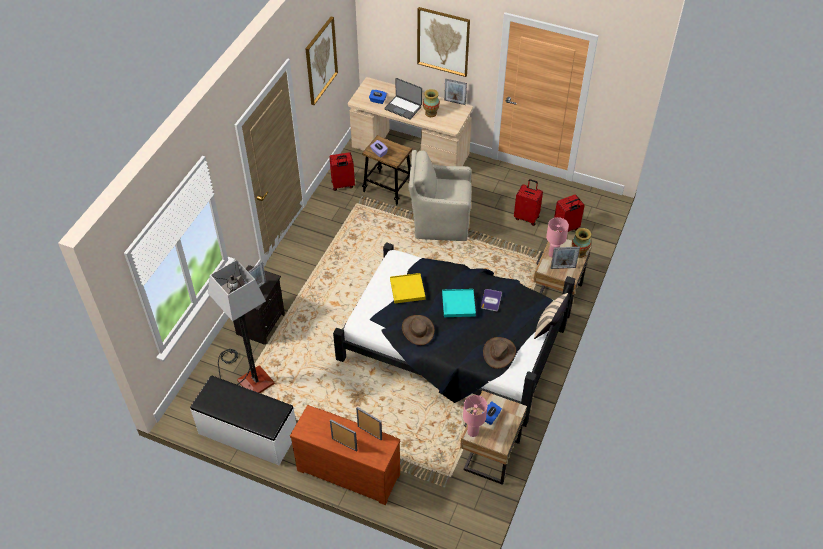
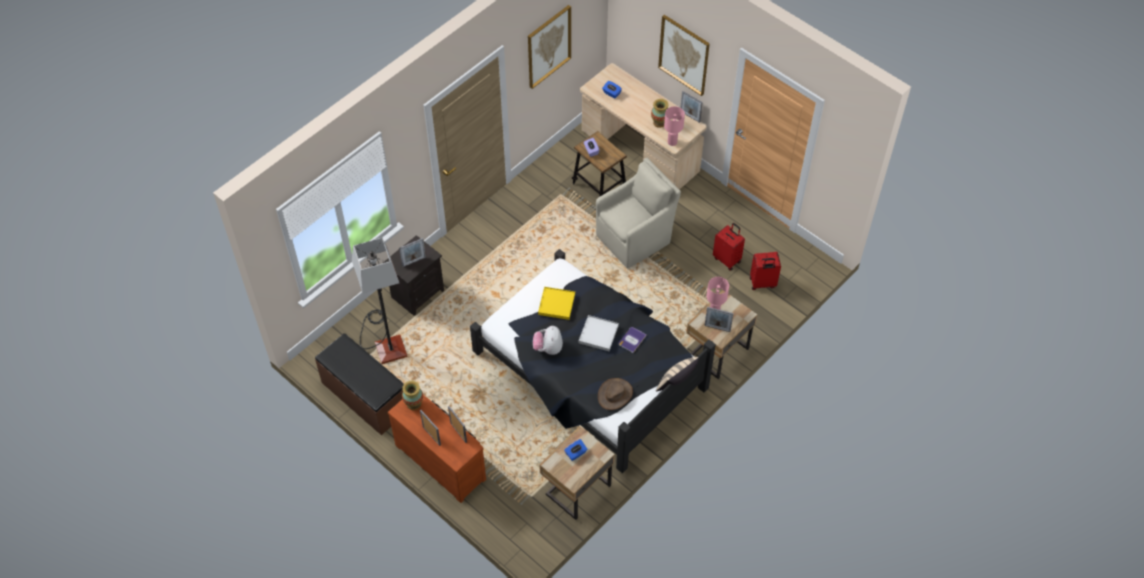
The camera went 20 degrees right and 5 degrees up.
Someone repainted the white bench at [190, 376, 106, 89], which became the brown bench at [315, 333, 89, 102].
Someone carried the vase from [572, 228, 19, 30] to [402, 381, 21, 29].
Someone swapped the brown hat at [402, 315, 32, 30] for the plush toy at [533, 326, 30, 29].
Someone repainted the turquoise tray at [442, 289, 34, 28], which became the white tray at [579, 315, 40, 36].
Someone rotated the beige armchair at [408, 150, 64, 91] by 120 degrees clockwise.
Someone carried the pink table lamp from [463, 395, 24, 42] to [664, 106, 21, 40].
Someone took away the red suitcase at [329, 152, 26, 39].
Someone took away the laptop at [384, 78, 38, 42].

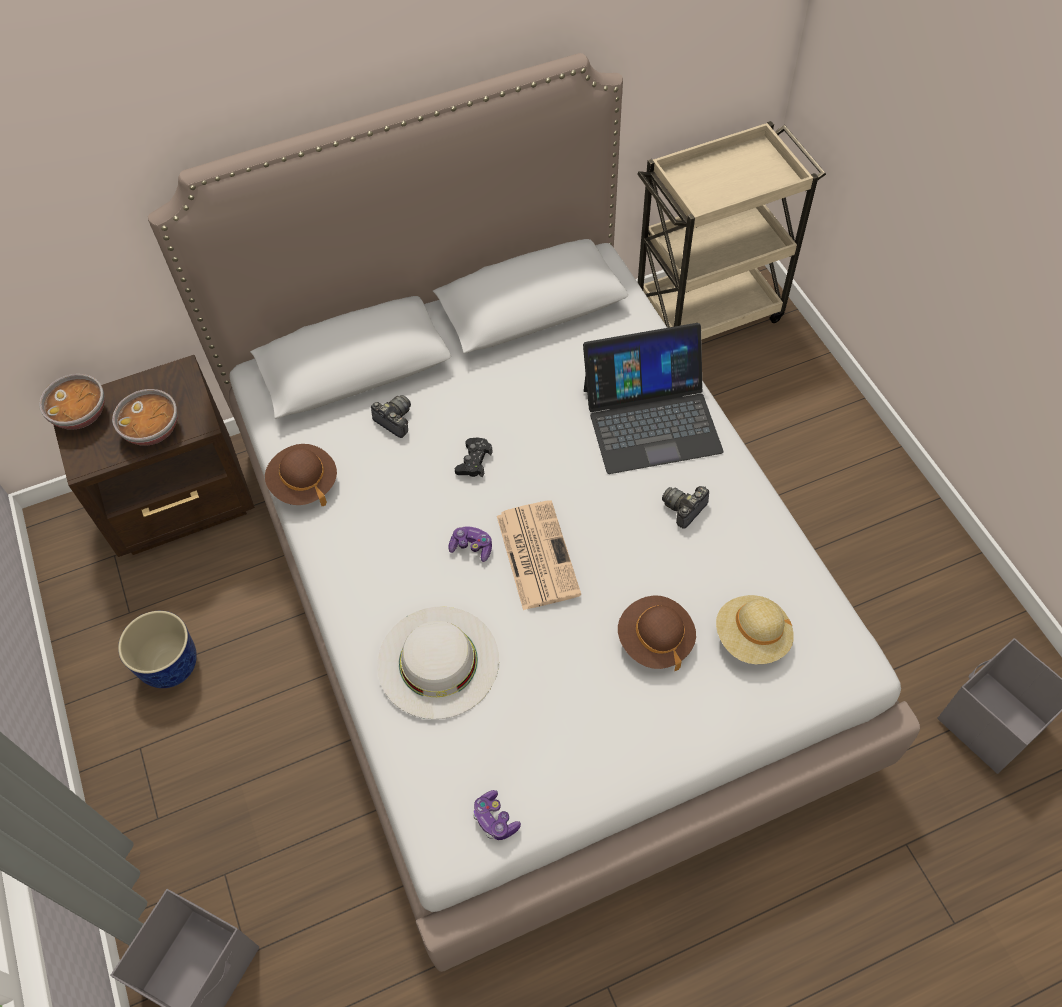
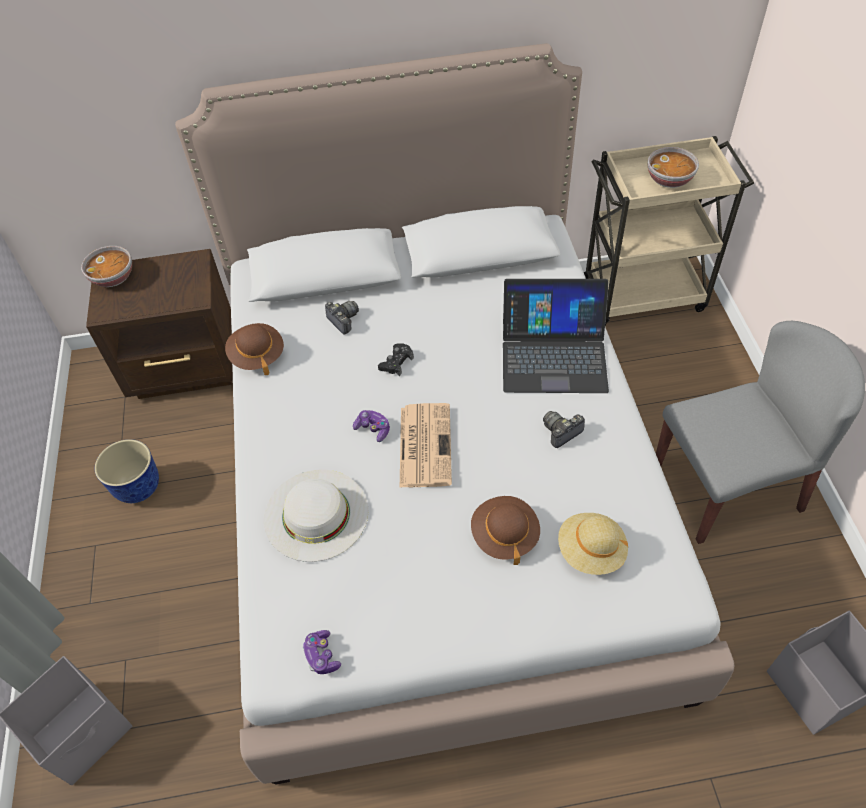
The camera went 15 degrees right and 5 degrees down.
Someone carried the bowl from [112, 389, 66, 57] to [647, 147, 52, 41].
Someone put down the grey chair at [656, 321, 209, 223].

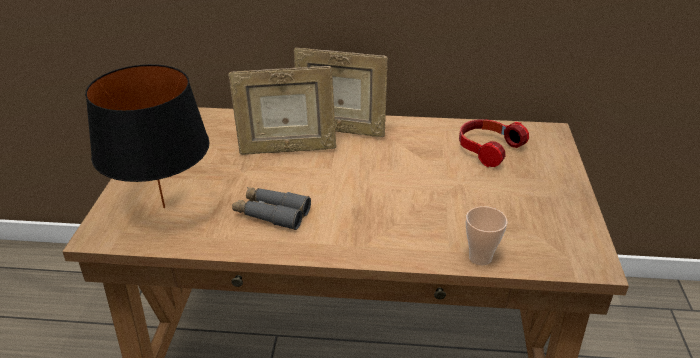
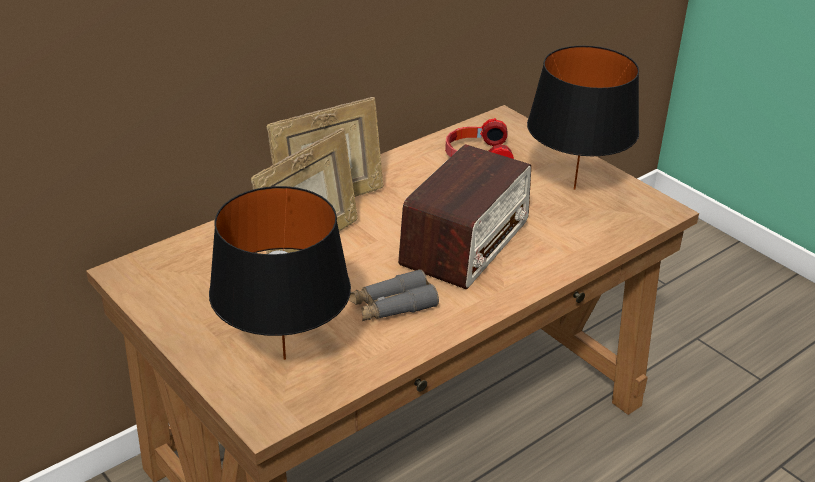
The camera went 45 degrees left and 0 degrees up.
Someone put down the radio at [398, 144, 133, 145].
Someone put down the black table lamp at [527, 46, 112, 144].
Someone took away the cup at [466, 206, 42, 59].

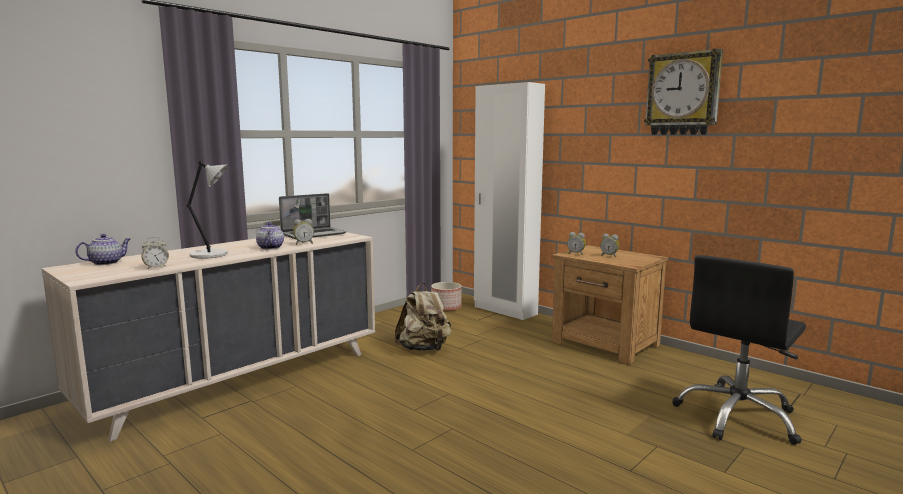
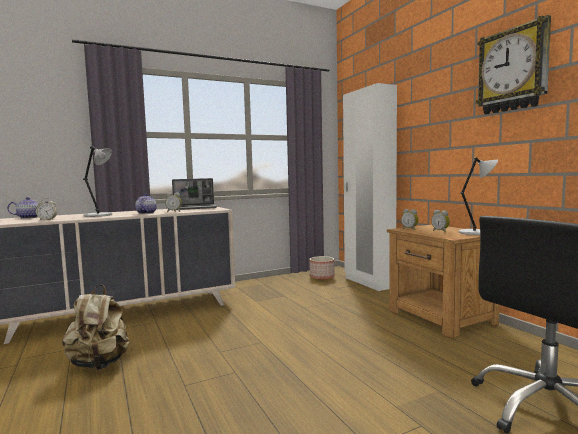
The camera went 20 degrees right and 5 degrees down.
Someone carried the beige backpack from [395, 283, 56, 68] to [62, 285, 68, 85].
Someone put down the grey table lamp at [459, 158, 39, 77].

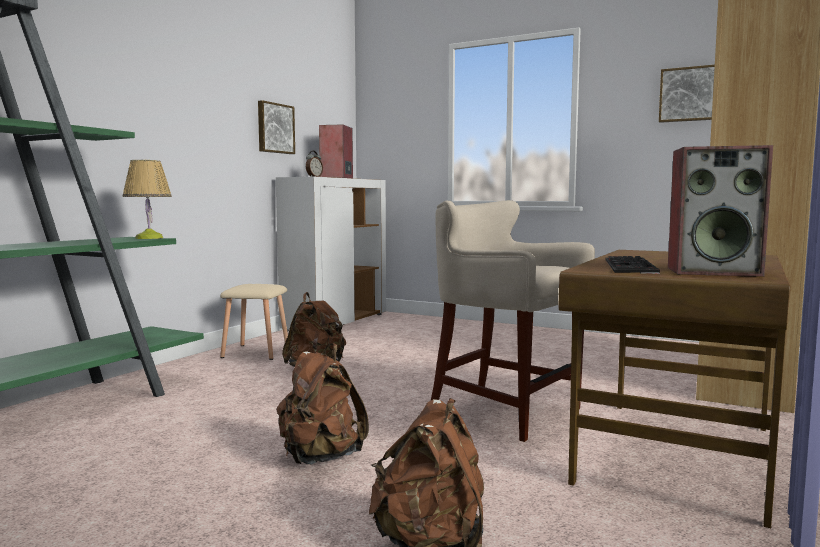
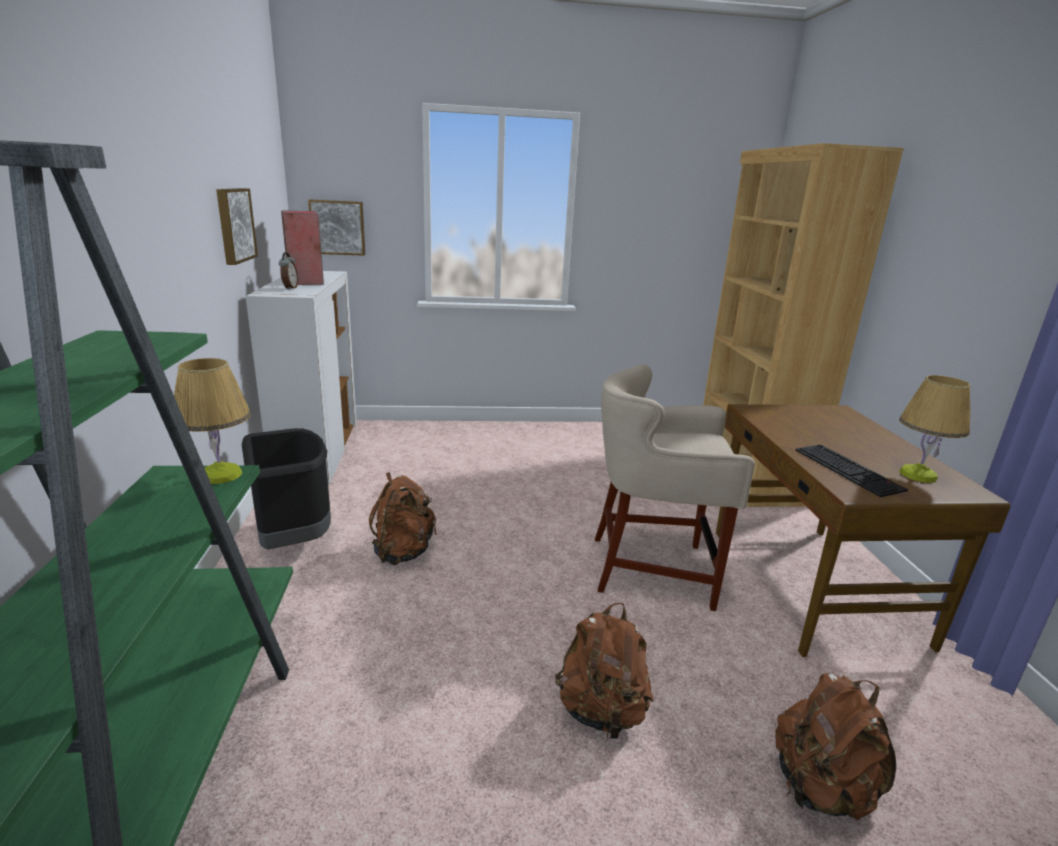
The camera went 35 degrees left and 15 degrees up.
Someone swapped the beige stool at [220, 284, 68, 76] for the black trash can at [242, 428, 89, 121].
Someone carried the picture from [659, 65, 56, 58] to [308, 200, 57, 56].
Someone swapped the speaker at [668, 145, 105, 132] for the table lamp at [899, 375, 72, 108].

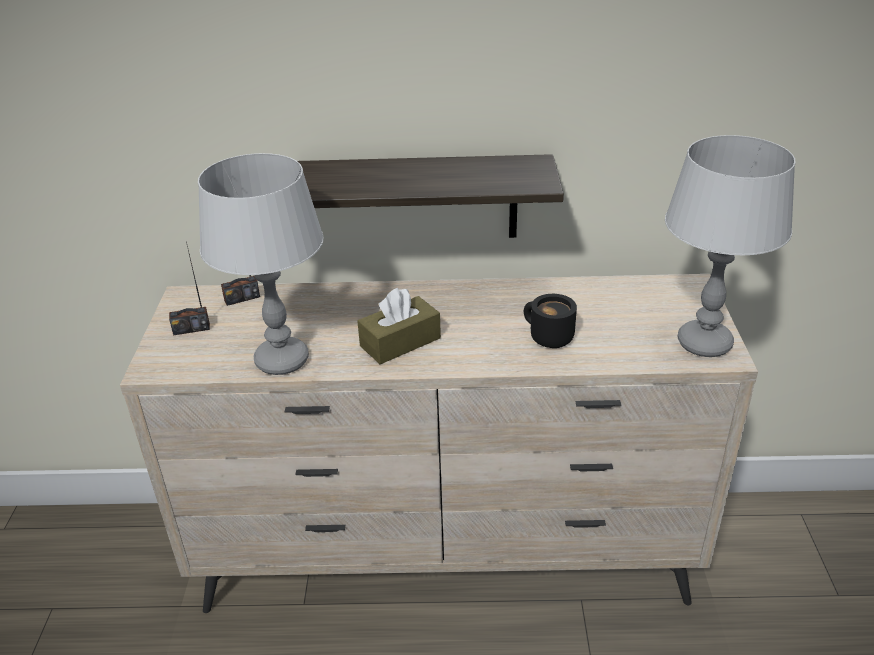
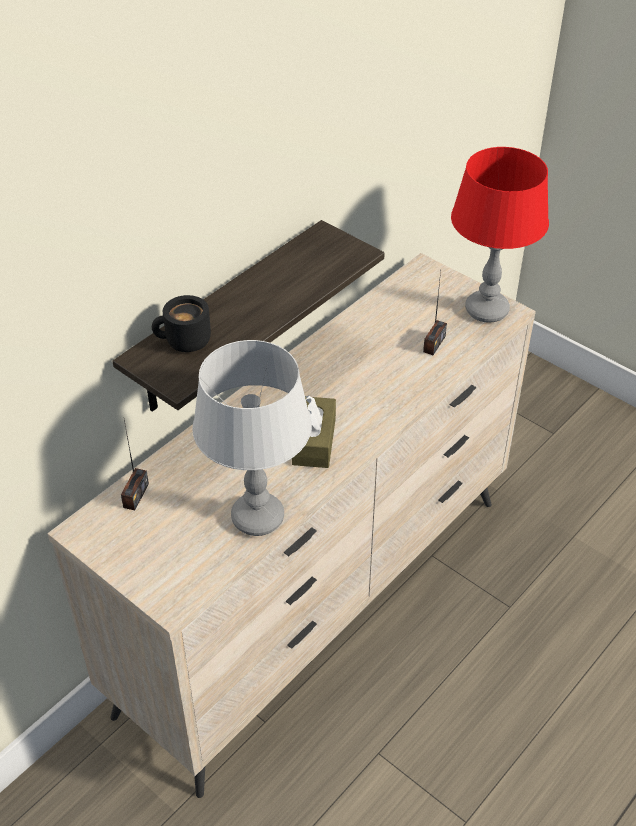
The camera went 50 degrees left and 10 degrees up.
Someone carried the black mug from [524, 294, 53, 54] to [152, 295, 59, 57].
Someone carried the radio from [169, 242, 41, 94] to [423, 271, 24, 84].
Someone repainted the grey table lamp at [665, 135, 131, 222], which became the red table lamp at [451, 147, 98, 176].

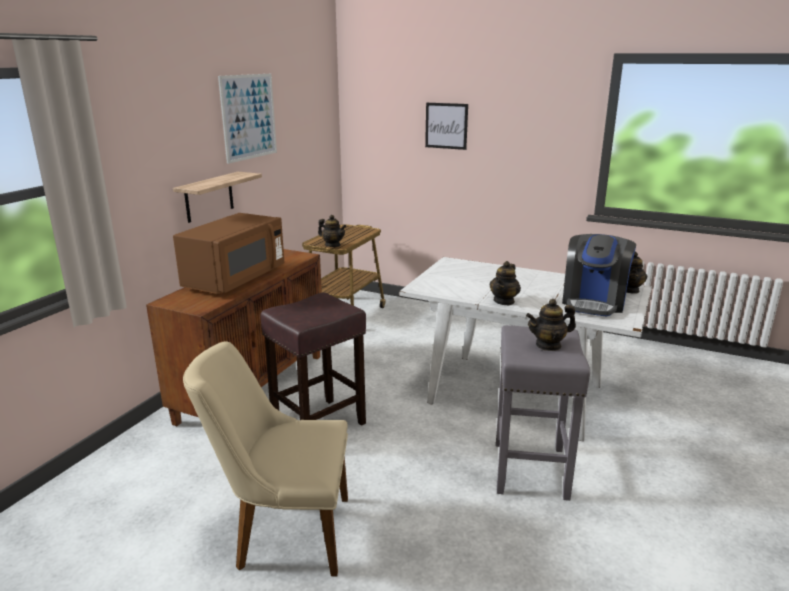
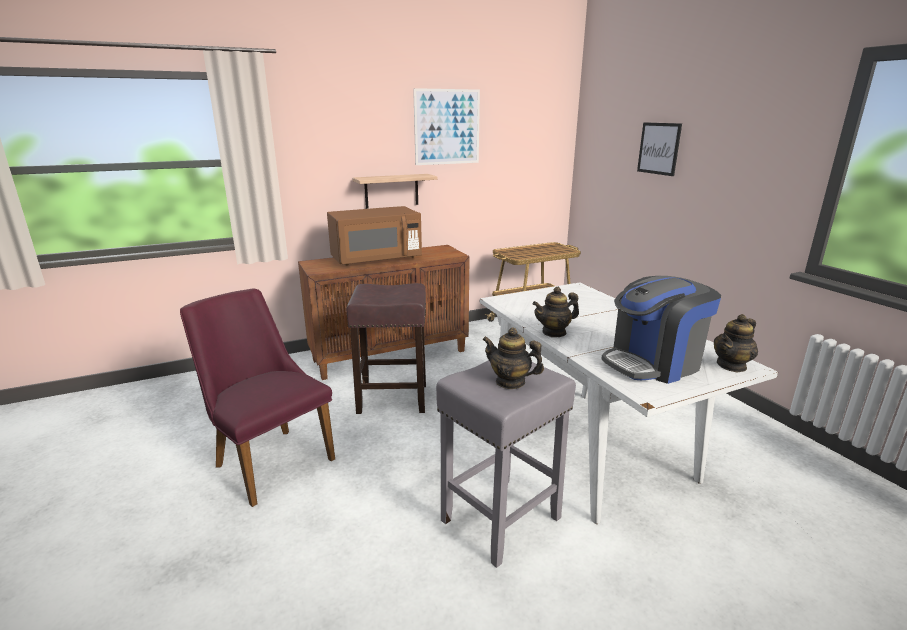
The camera went 40 degrees right and 0 degrees up.
Someone repainted the beige chair at [183, 341, 165, 235], which became the purple chair at [180, 289, 155, 218].
Someone took away the teapot at [318, 215, 28, 32].

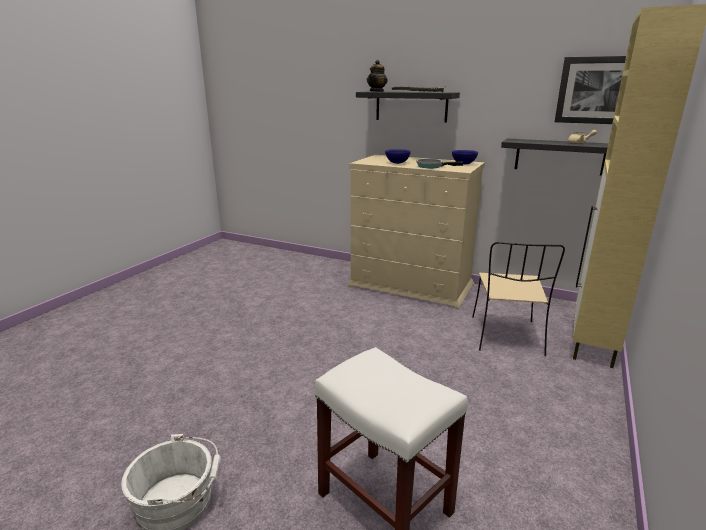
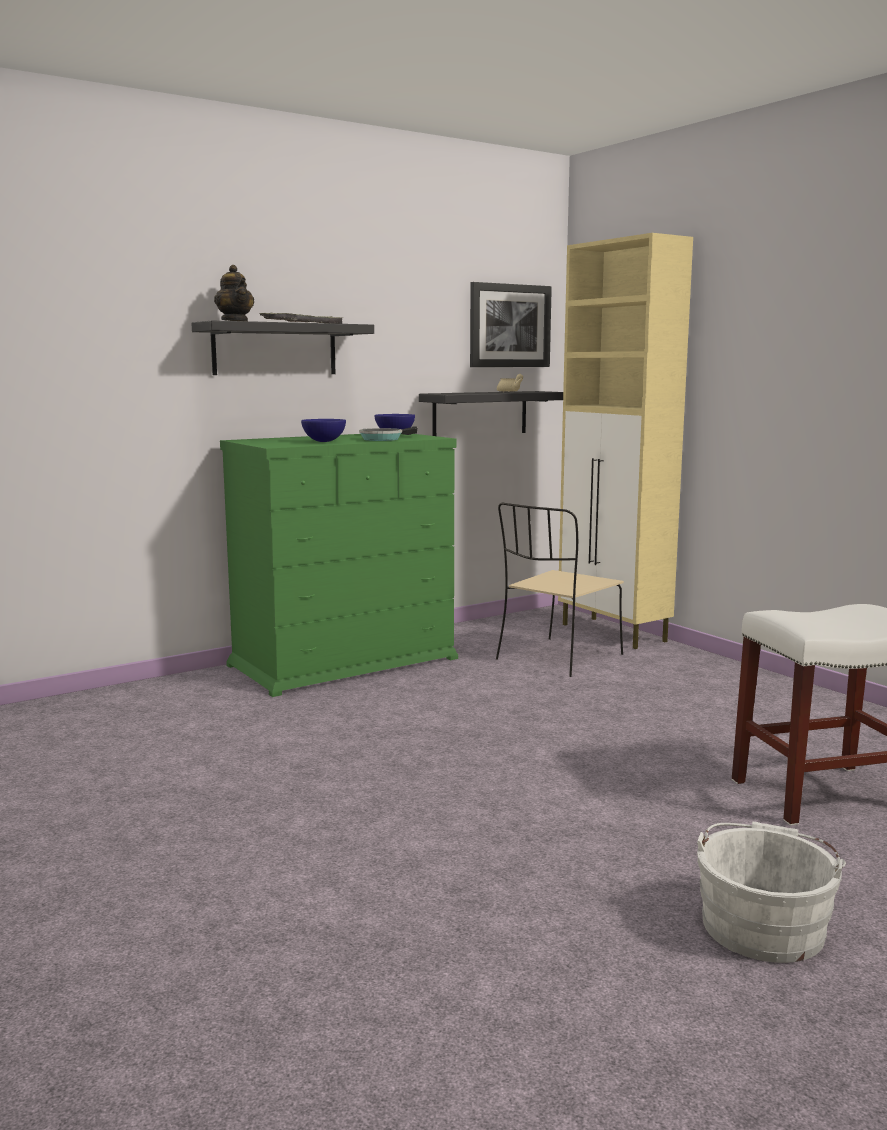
The camera went 60 degrees left and 10 degrees down.
Someone repainted the beige dresser at [348, 155, 137, 154], which became the green dresser at [220, 434, 238, 263].
Someone rotated the beige chair at [472, 242, 93, 114] by 90 degrees clockwise.

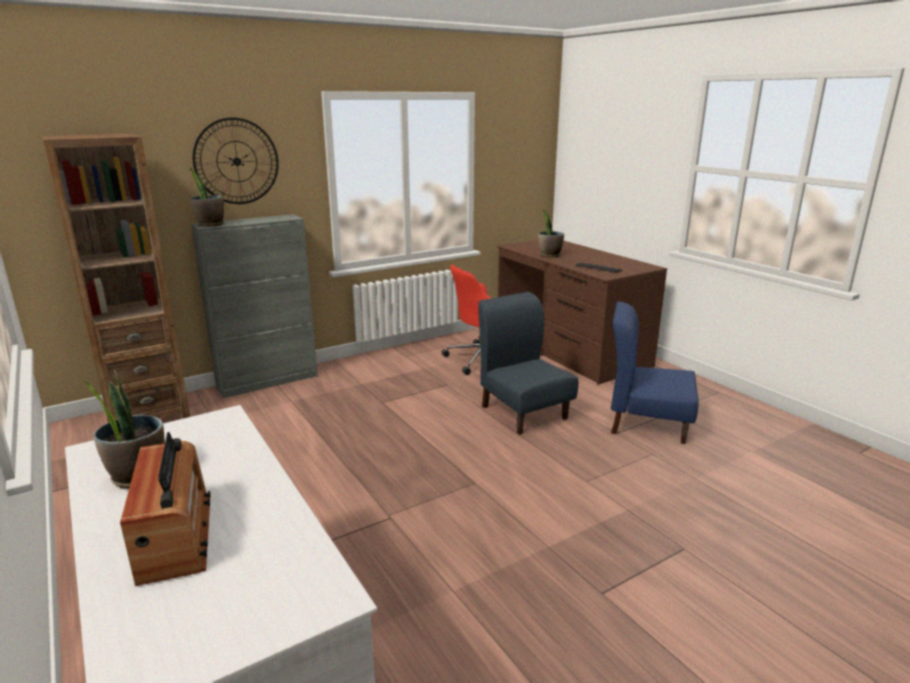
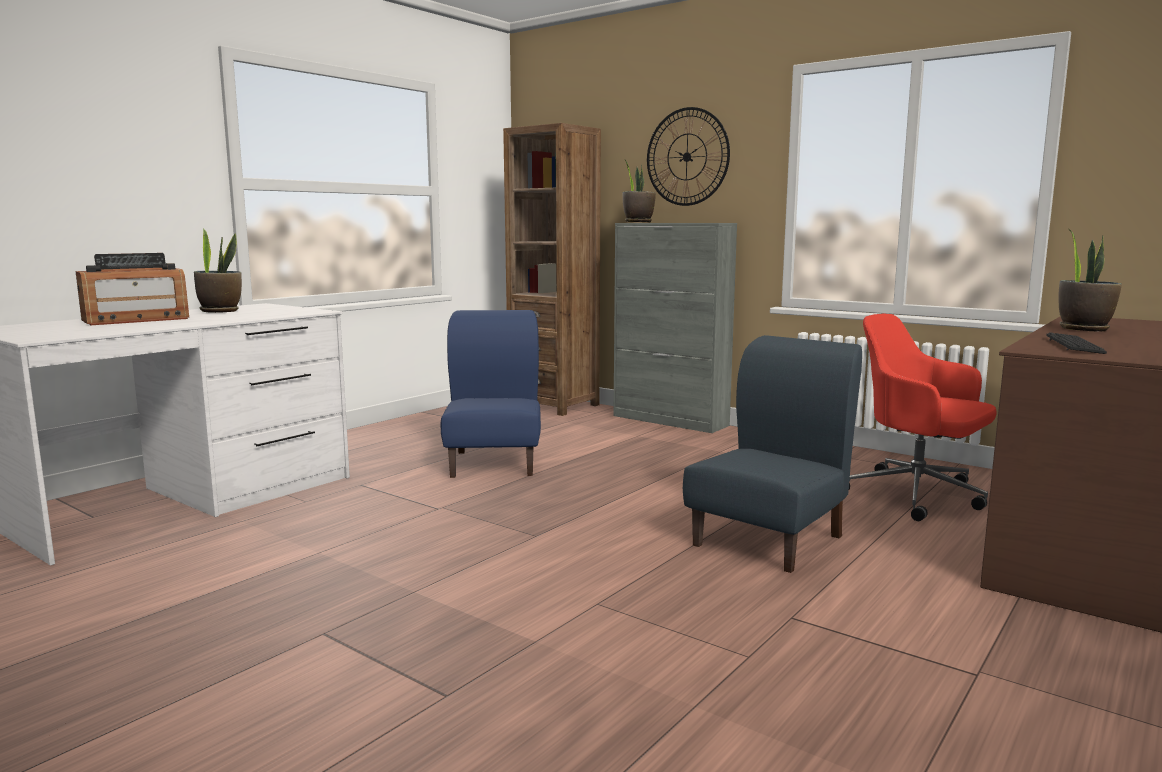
The camera went 70 degrees right and 10 degrees down.
Someone carried the blue chair from [611, 302, 88, 142] to [441, 310, 100, 168].

